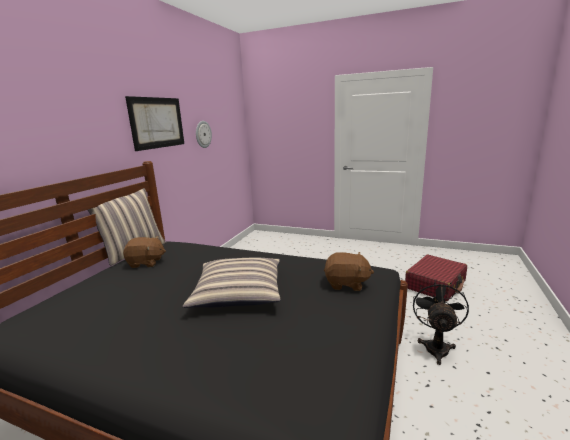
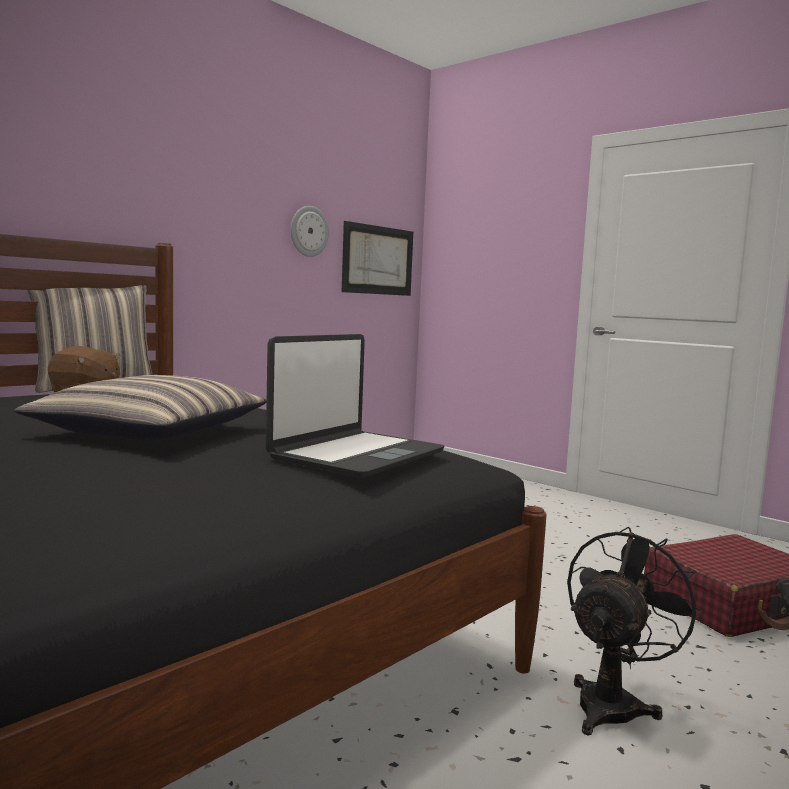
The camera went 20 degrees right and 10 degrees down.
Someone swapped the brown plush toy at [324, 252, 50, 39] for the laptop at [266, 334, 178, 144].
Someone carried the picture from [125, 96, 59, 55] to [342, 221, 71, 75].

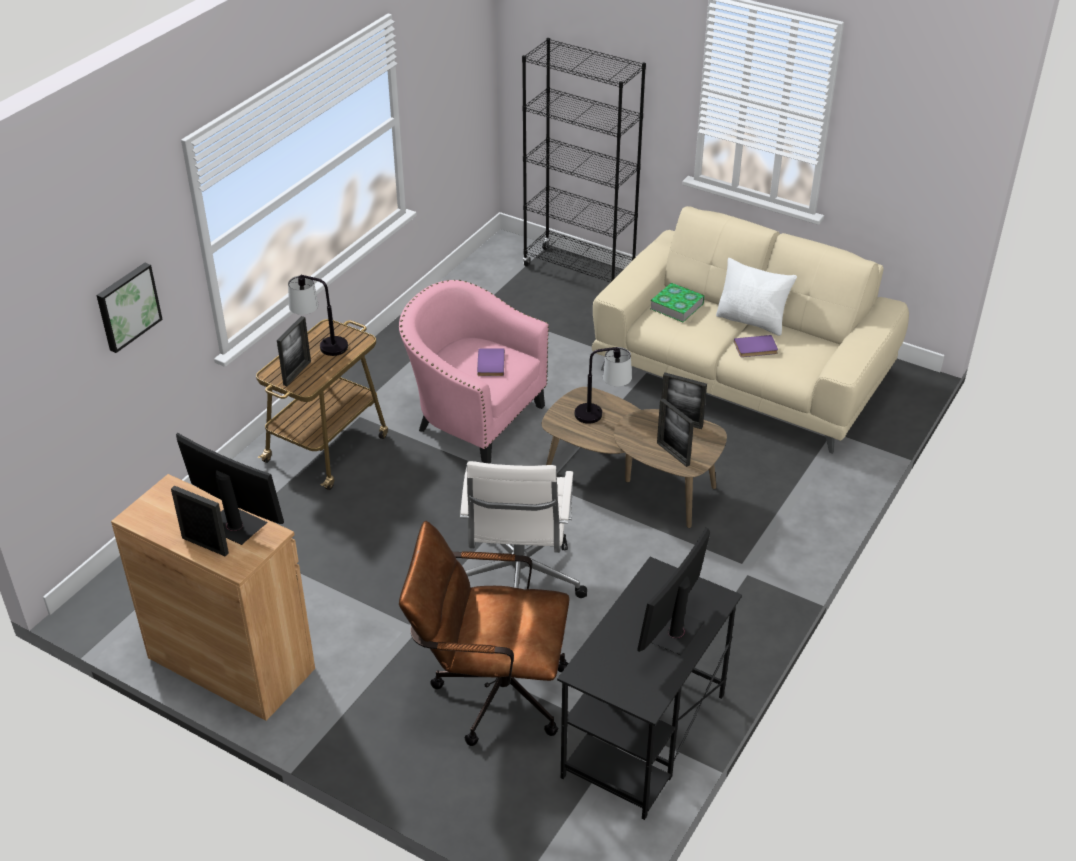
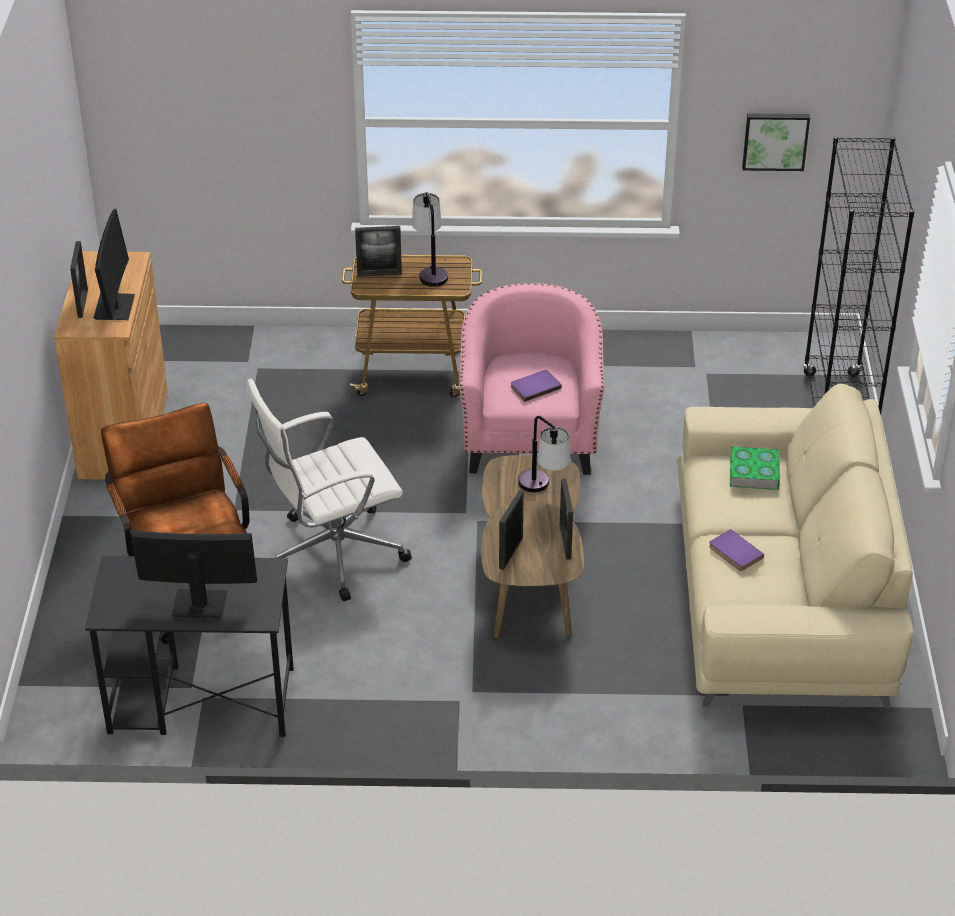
The camera went 60 degrees right and 0 degrees up.
Someone carried the picture from [96, 263, 67, 90] to [742, 114, 68, 57].
Someone took away the white pillow at [716, 258, 81, 78].

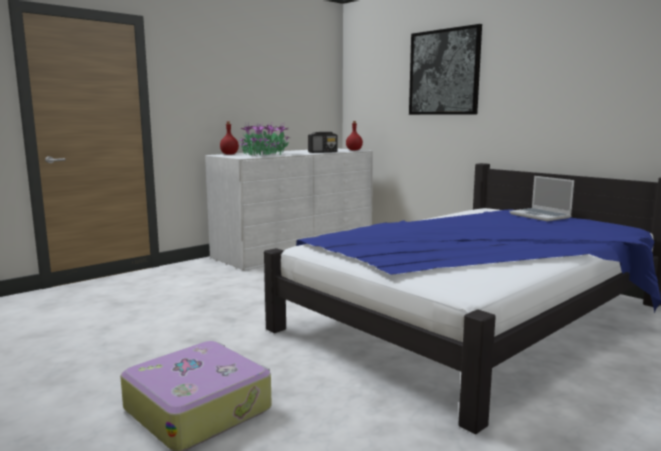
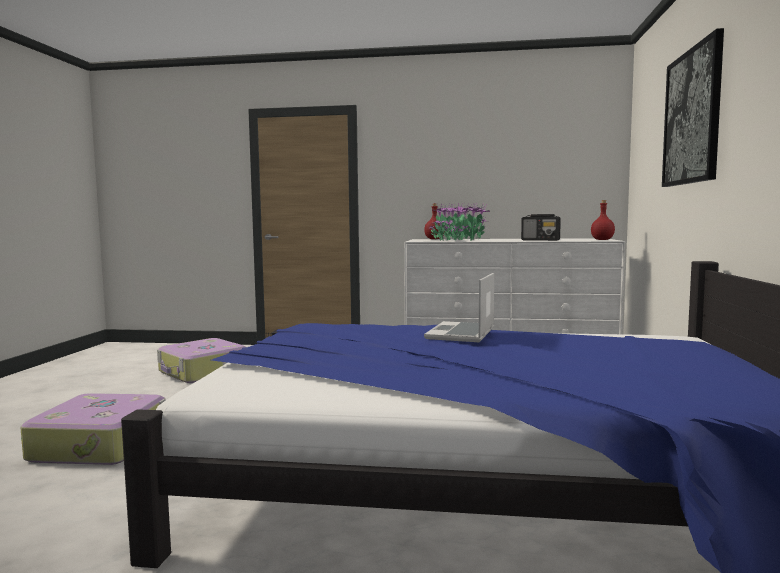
The camera went 50 degrees right and 5 degrees down.
Someone put down the suitcase at [157, 338, 89, 45].
Someone carried the laptop from [509, 176, 65, 45] to [424, 273, 70, 69].

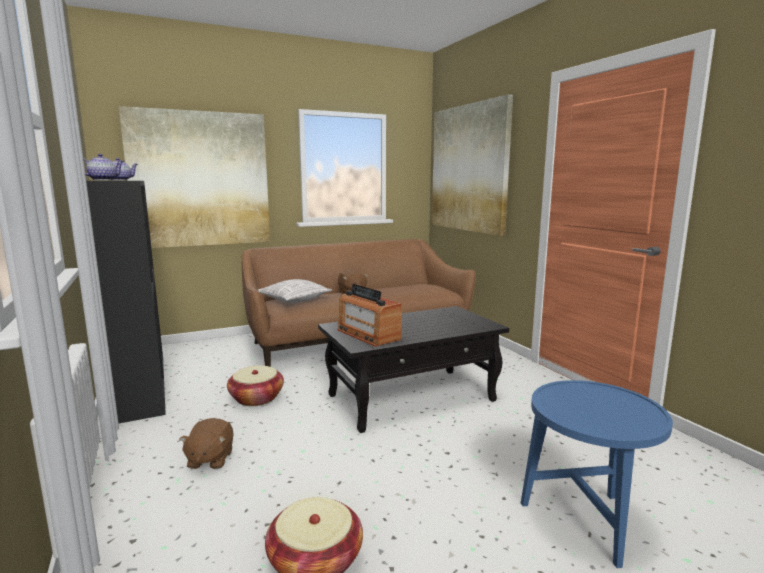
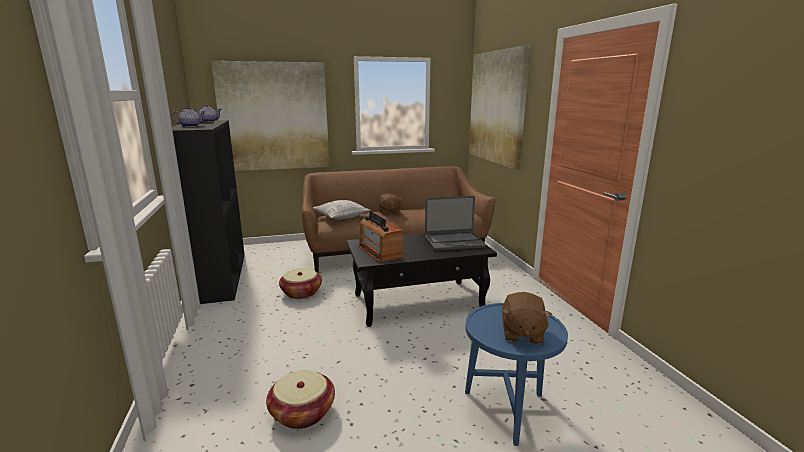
The camera went 10 degrees right and 5 degrees up.
Someone put down the laptop at [425, 196, 61, 55].
Someone carried the brown plush toy from [179, 418, 55, 51] to [502, 292, 50, 53].

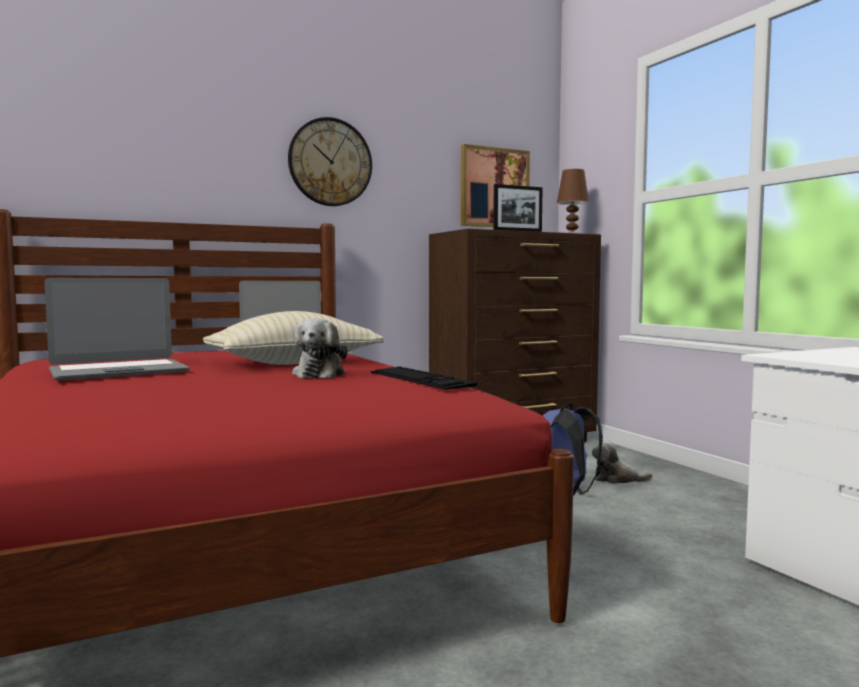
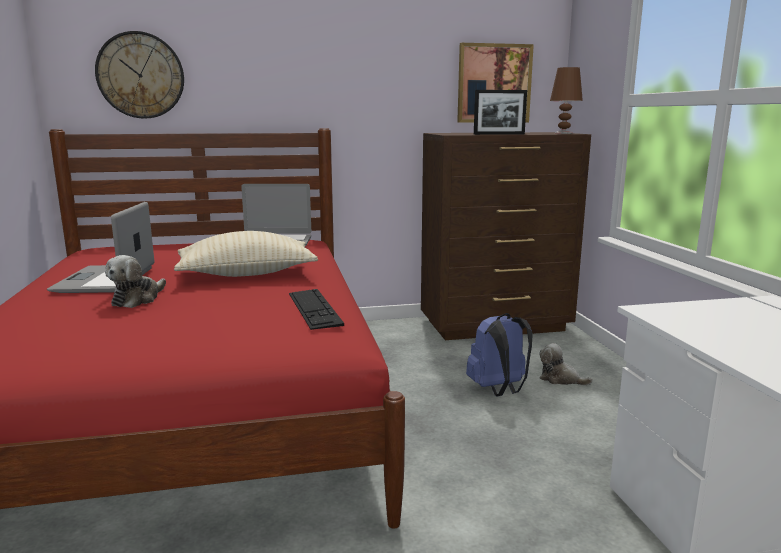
The camera went 15 degrees right and 10 degrees up.
Someone rotated the laptop at [44, 278, 146, 102] by 105 degrees clockwise.
Someone carried the wall clock from [288, 117, 84, 89] to [95, 31, 89, 88].
Someone carried the plush toy from [292, 319, 56, 59] to [105, 255, 61, 53].

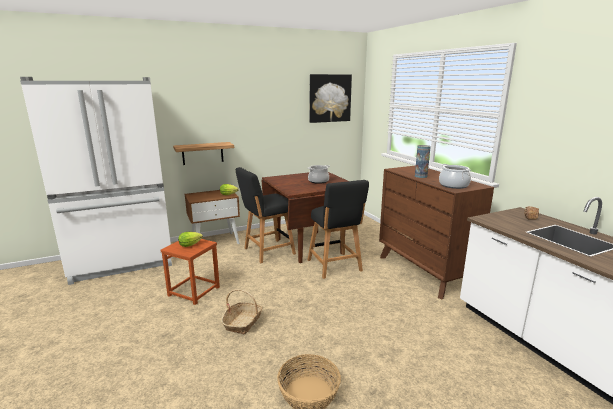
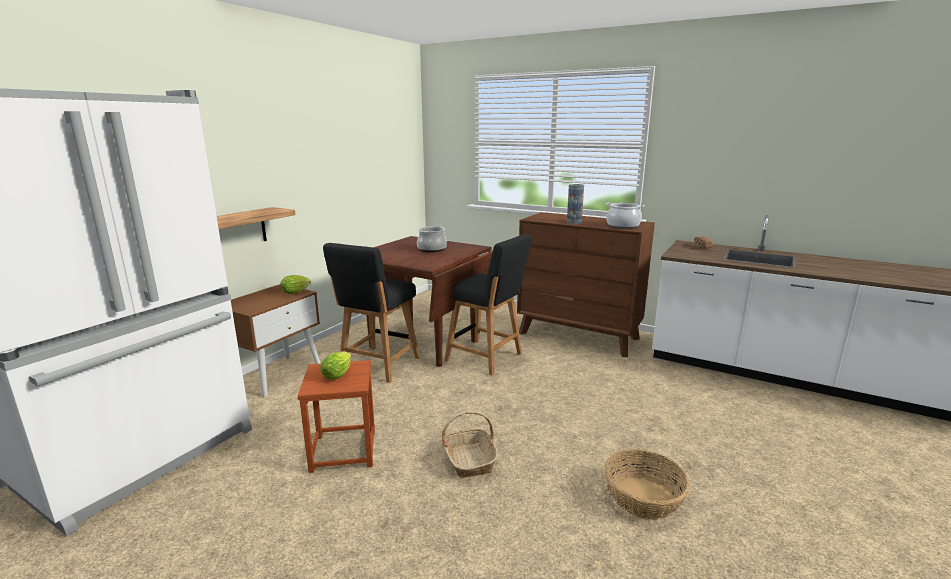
The camera went 35 degrees left and 0 degrees up.
Someone took away the picture at [310, 74, 42, 49].

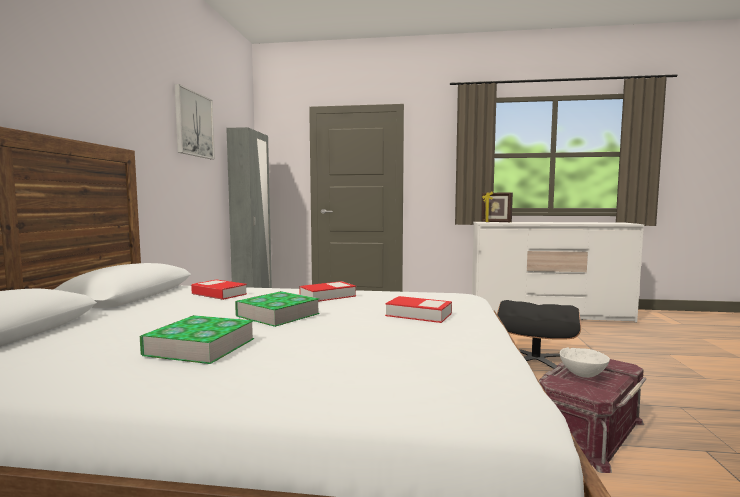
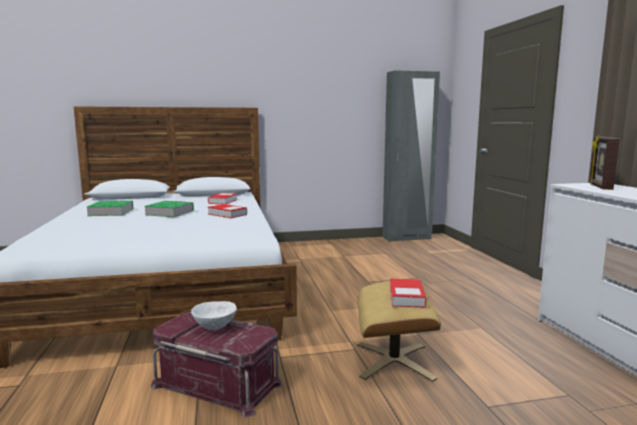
The camera went 70 degrees right and 5 degrees up.
Someone repainted the black ottoman at [497, 300, 84, 69], which became the beige ottoman at [357, 281, 84, 101].
Someone carried the book from [385, 296, 67, 27] to [390, 279, 36, 29].
Someone took away the picture at [175, 84, 40, 75].

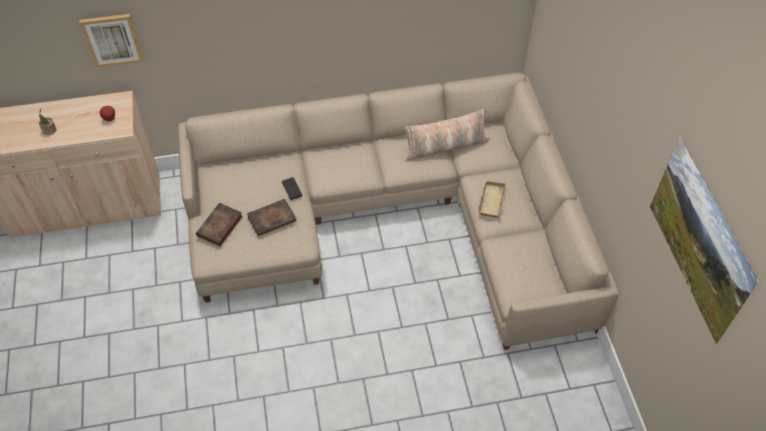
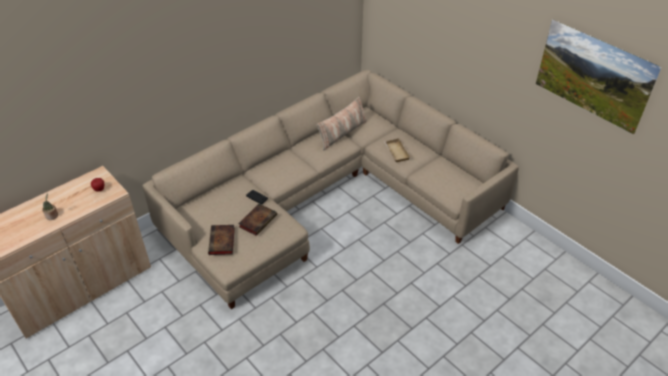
The camera went 30 degrees left and 10 degrees down.
Someone took away the picture at [80, 14, 64, 54].

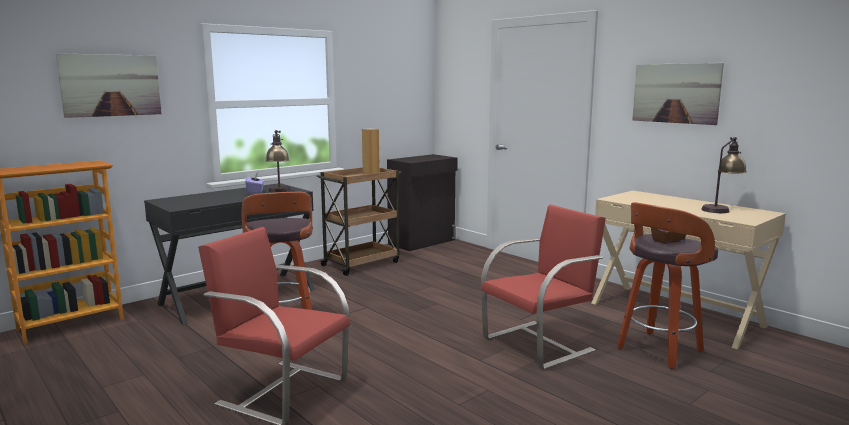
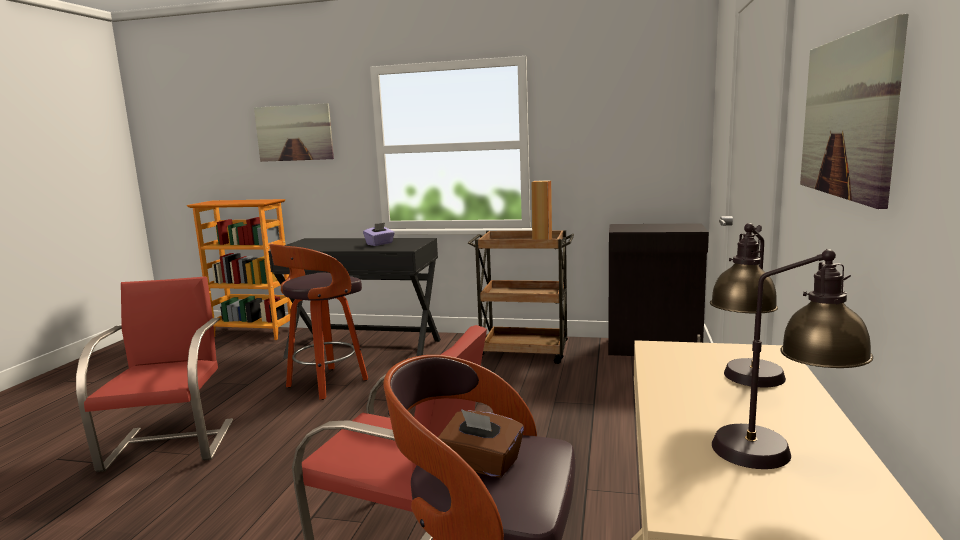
The camera went 55 degrees right and 0 degrees up.
Someone carried the table lamp from [266, 130, 25, 63] to [710, 223, 76, 164].

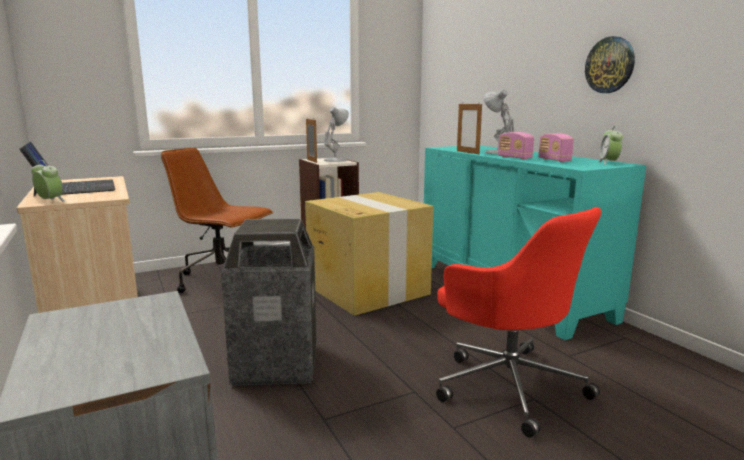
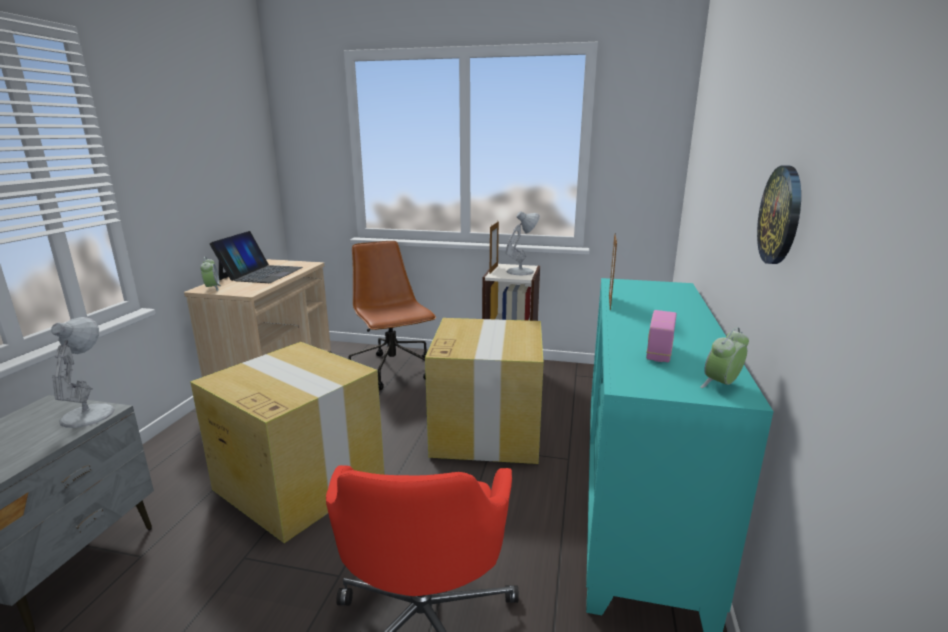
The camera went 40 degrees right and 5 degrees up.
Someone carried the white table lamp from [484, 89, 30, 65] to [51, 317, 64, 111].
Someone swapped the trash can at [221, 219, 96, 167] for the cardboard box at [190, 342, 194, 201].
Someone took away the radio at [498, 132, 36, 28].

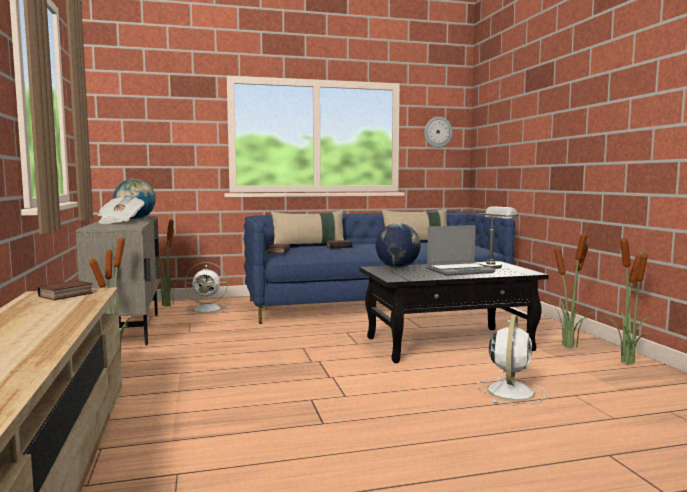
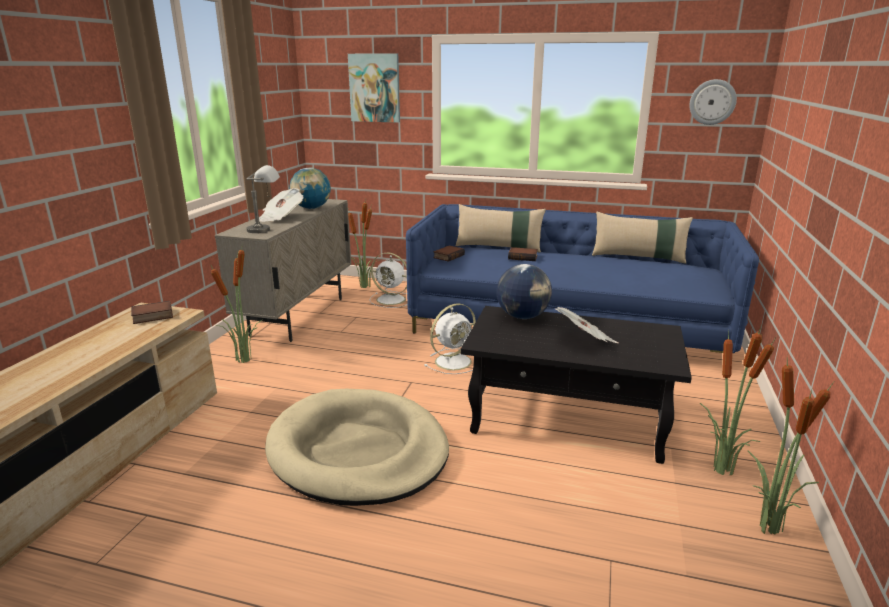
The camera went 30 degrees right and 15 degrees up.
Someone carried the grey table lamp from [478, 206, 41, 63] to [247, 165, 33, 68].
Someone put down the beige dog bed at [265, 389, 184, 117].
Someone put up the picture at [348, 53, 52, 70].
Someone carried the white fan from [477, 315, 69, 89] to [424, 303, 52, 71].
Someone swapped the laptop at [427, 225, 68, 51] for the newspaper at [554, 307, 65, 36].

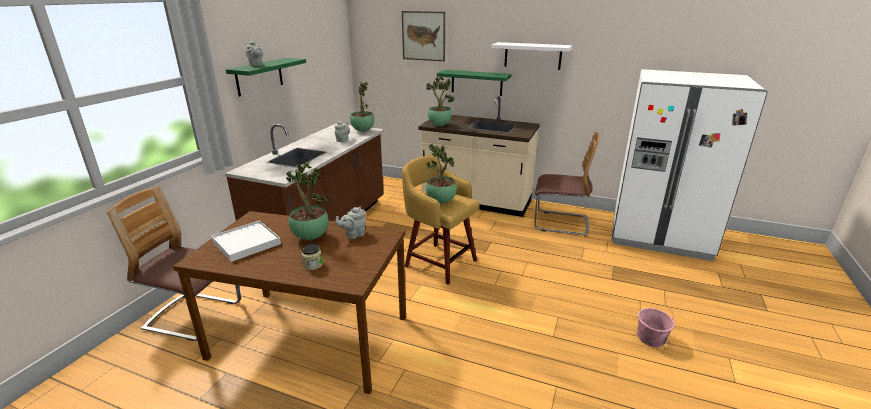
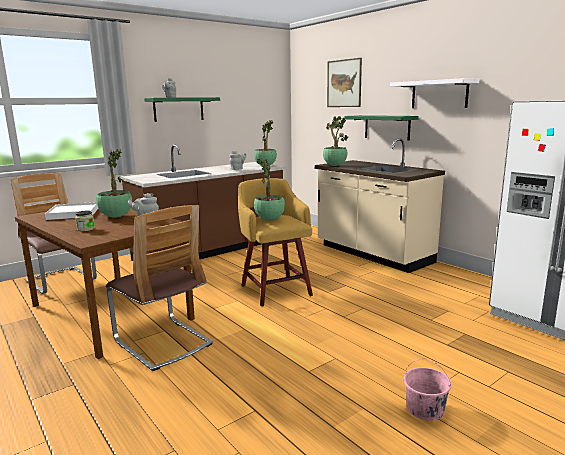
The camera went 30 degrees right and 10 degrees down.
Someone carried the chair from [534, 132, 66, 104] to [106, 205, 107, 166].

